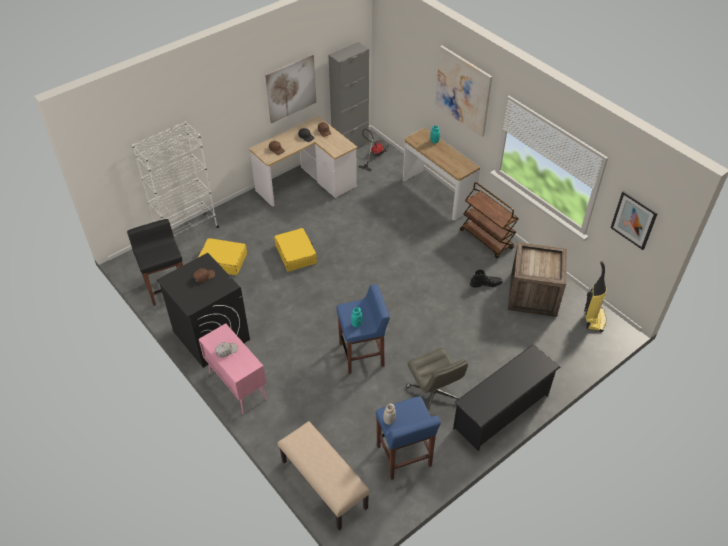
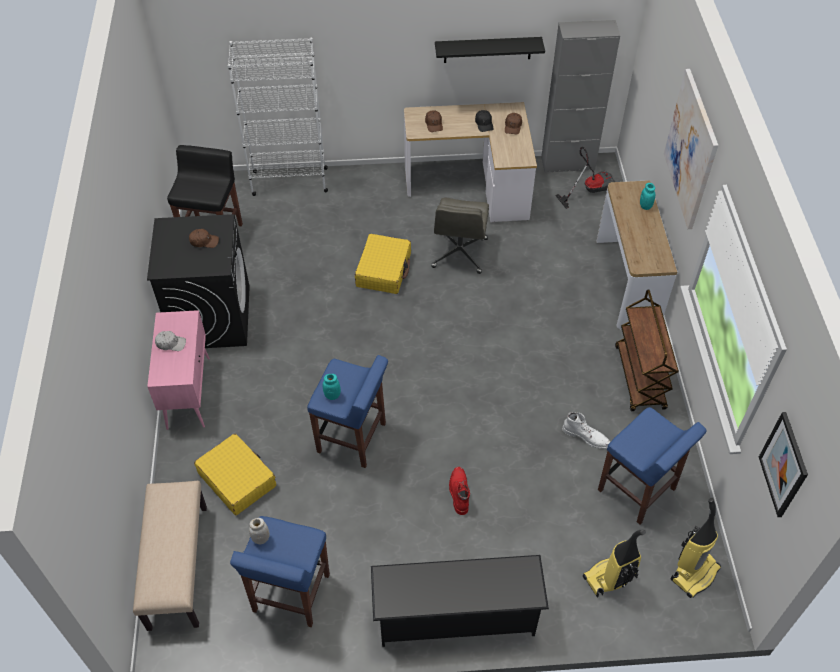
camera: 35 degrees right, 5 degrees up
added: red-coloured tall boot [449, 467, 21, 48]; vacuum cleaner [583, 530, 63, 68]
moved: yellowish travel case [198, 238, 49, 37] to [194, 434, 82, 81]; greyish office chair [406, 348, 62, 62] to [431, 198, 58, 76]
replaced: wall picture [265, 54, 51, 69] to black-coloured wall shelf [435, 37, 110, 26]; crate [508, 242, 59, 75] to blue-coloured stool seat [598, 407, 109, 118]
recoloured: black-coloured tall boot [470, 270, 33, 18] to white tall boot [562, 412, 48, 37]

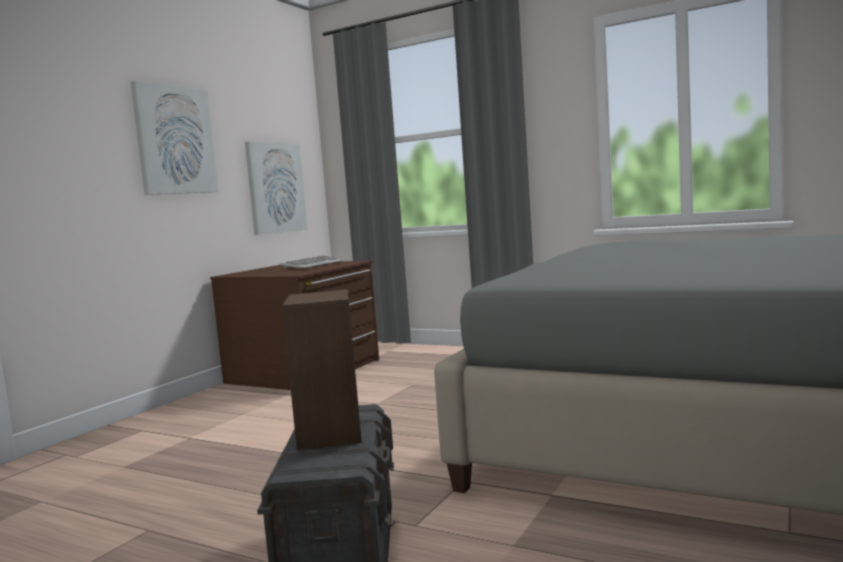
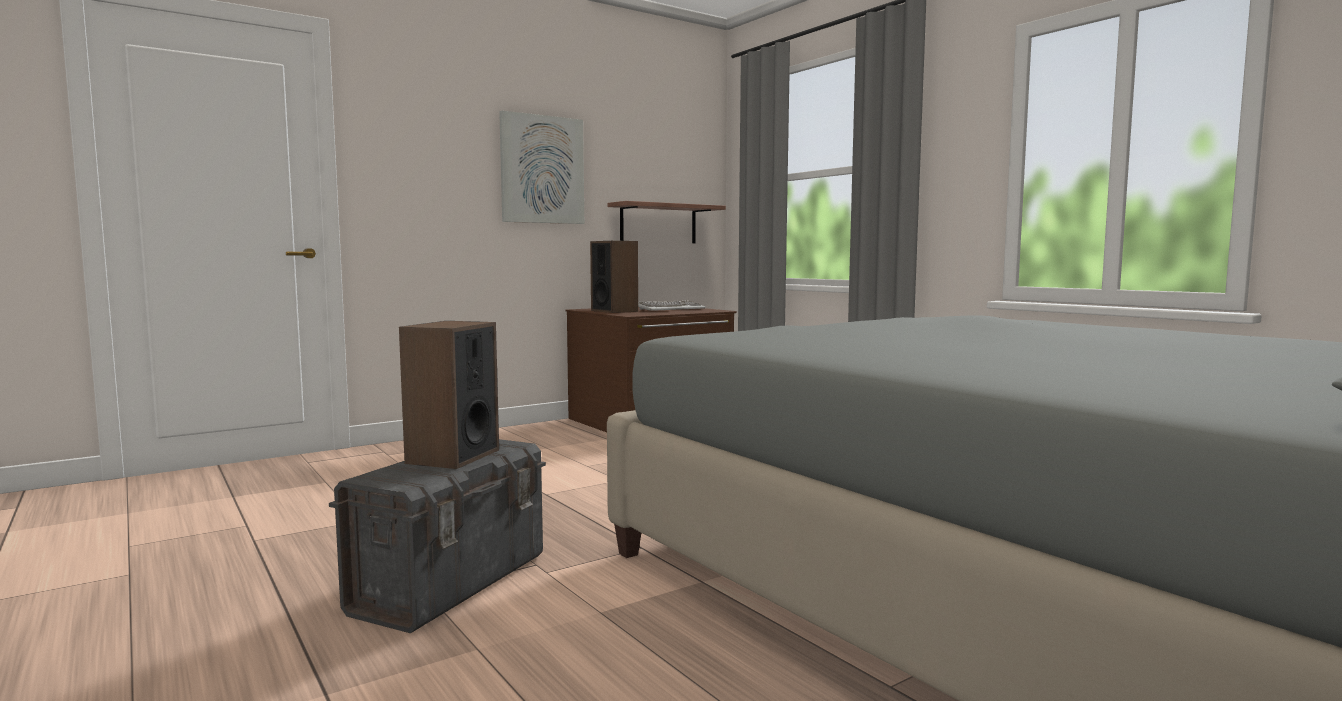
camera: 25 degrees right, 0 degrees up
added: speaker [590, 241, 48, 72]
replaced: wall picture [245, 141, 63, 94] to wall shelf [607, 201, 119, 42]

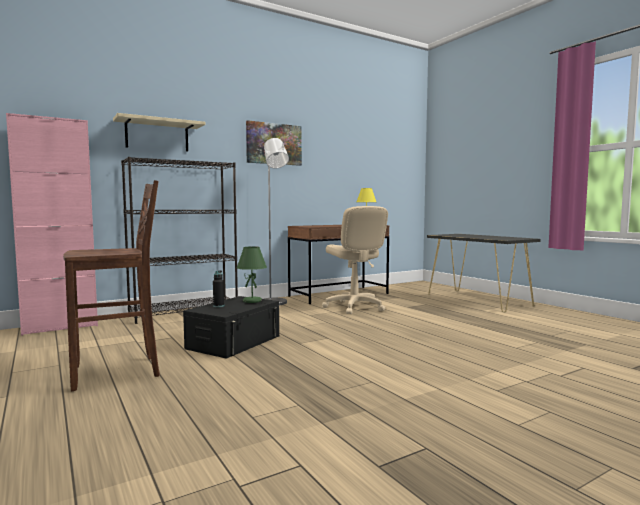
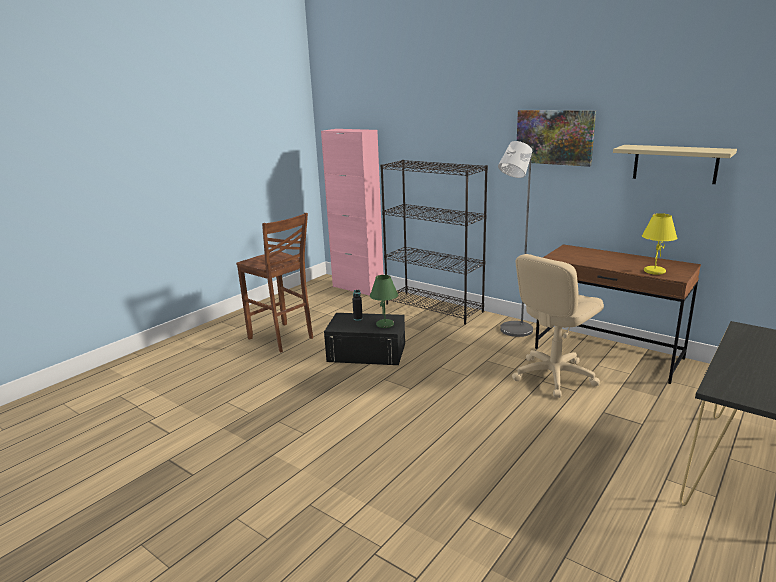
camera: 70 degrees right, 15 degrees up
moved: sand-coloured wall shelf [113, 113, 92, 38] to [613, 145, 124, 39]

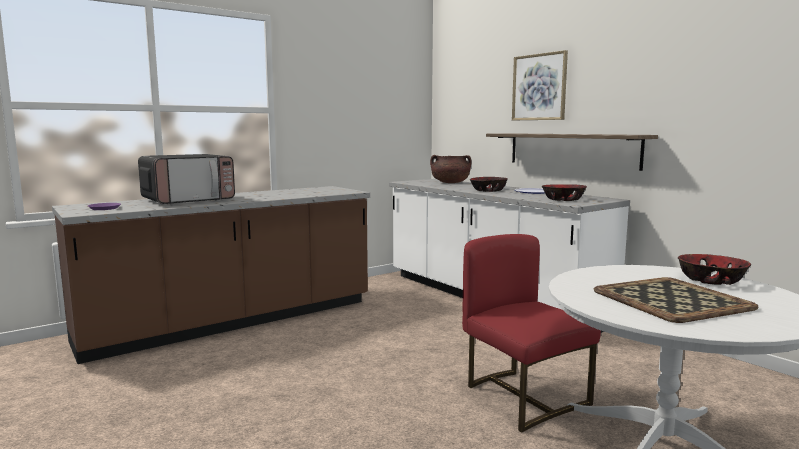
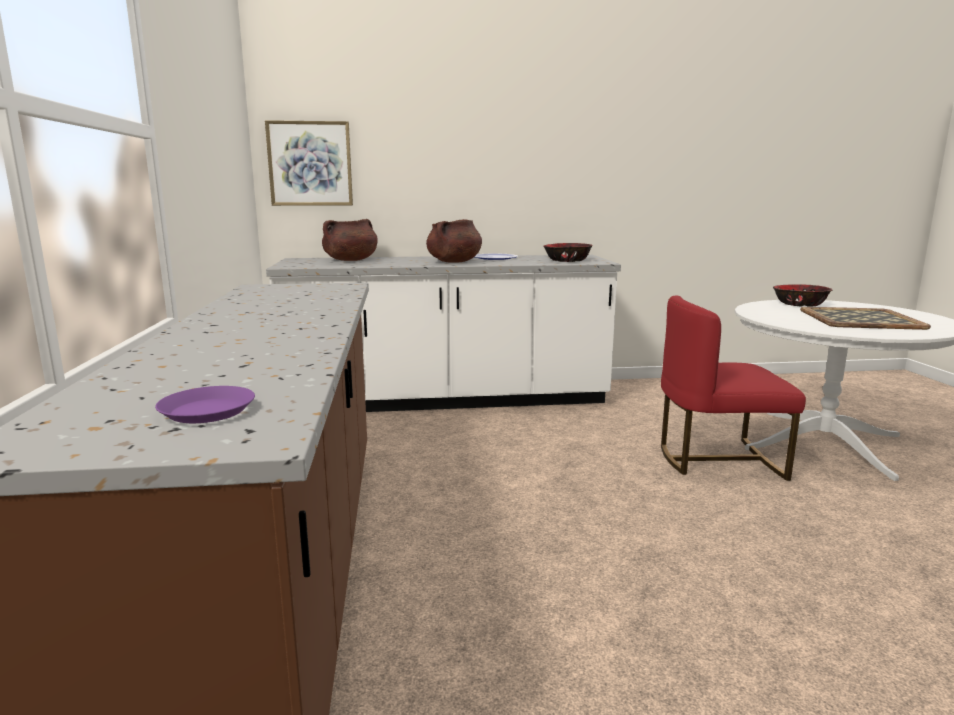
camera: 60 degrees left, 5 degrees up
removed: microwave [138, 154, 97, 50]; wall shelf [486, 133, 172, 38]
moved: wall picture [512, 50, 56, 70] to [265, 120, 88, 86]
replaced: serving bowl [470, 177, 38, 15] to brownish stockpot [426, 219, 56, 44]

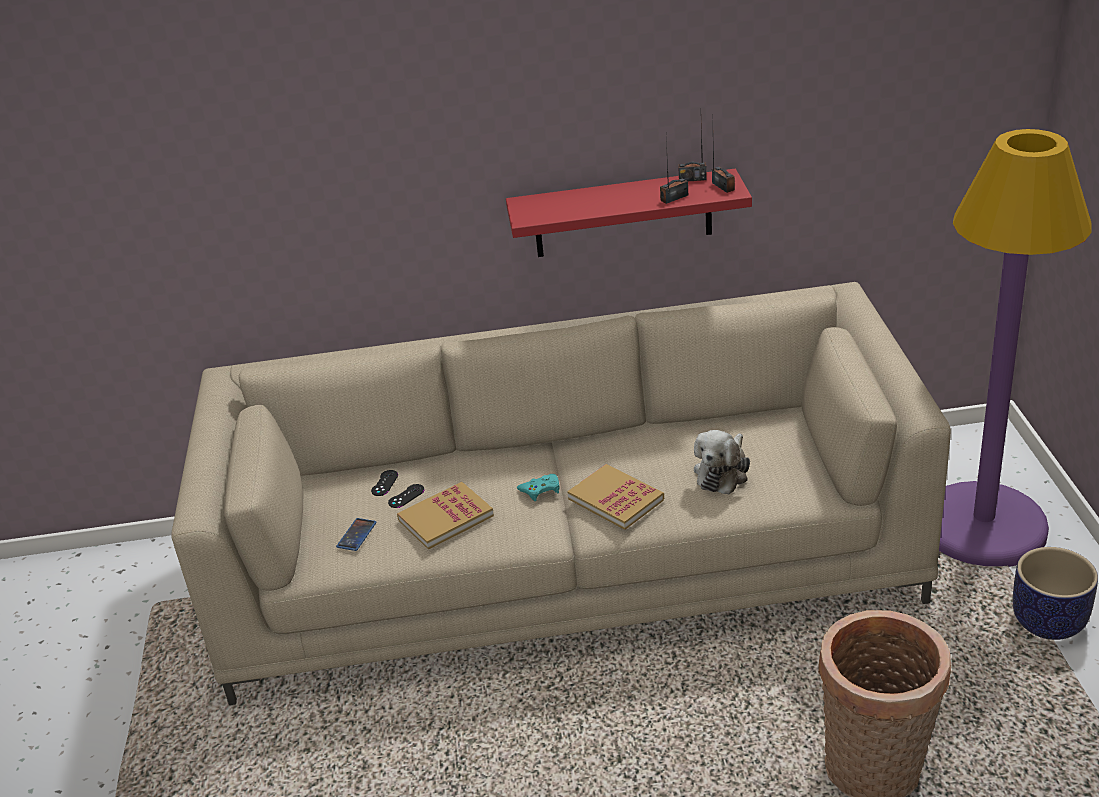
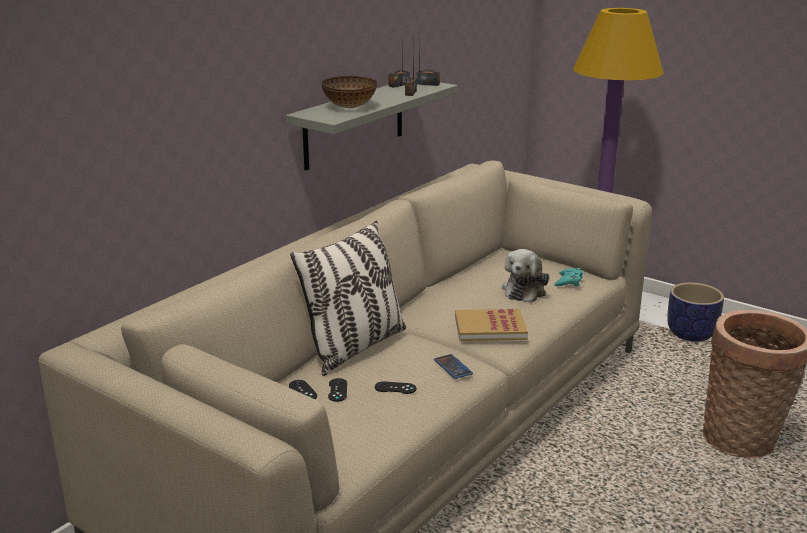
camera: 50 degrees left, 10 degrees down
added: pillow [290, 221, 116, 155]; serving bowl [321, 76, 56, 32]
moved: phone [336, 518, 41, 33] to [434, 354, 39, 25]; blue-green joypad [517, 474, 42, 27] to [554, 268, 29, 19]
replaced: bound book [397, 482, 97, 68] to black-coloured joypad [375, 381, 41, 13]
recoloured: red-coloured wall shelf [506, 169, 246, 88] to greyish wall shelf [286, 82, 171, 88]
turned: cuddly toy [694, 430, 56, 65] = [502, 249, 47, 54] 45 degrees clockwise

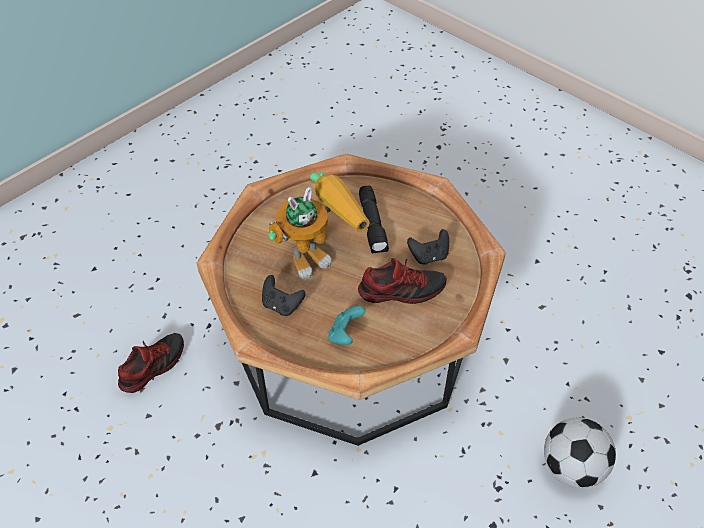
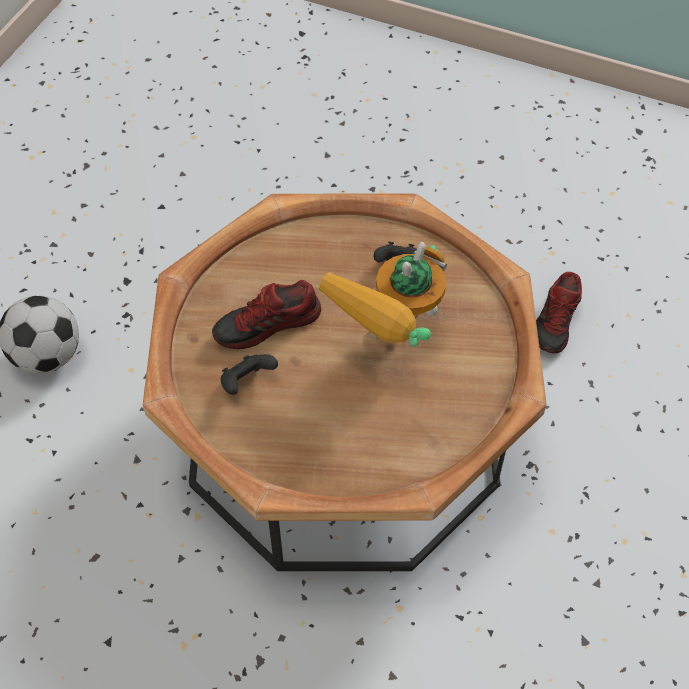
camera: 160 degrees right, 5 degrees up
removed: blue-green joypad [328, 306, 37, 39]; black-coloured torch [359, 186, 30, 68]

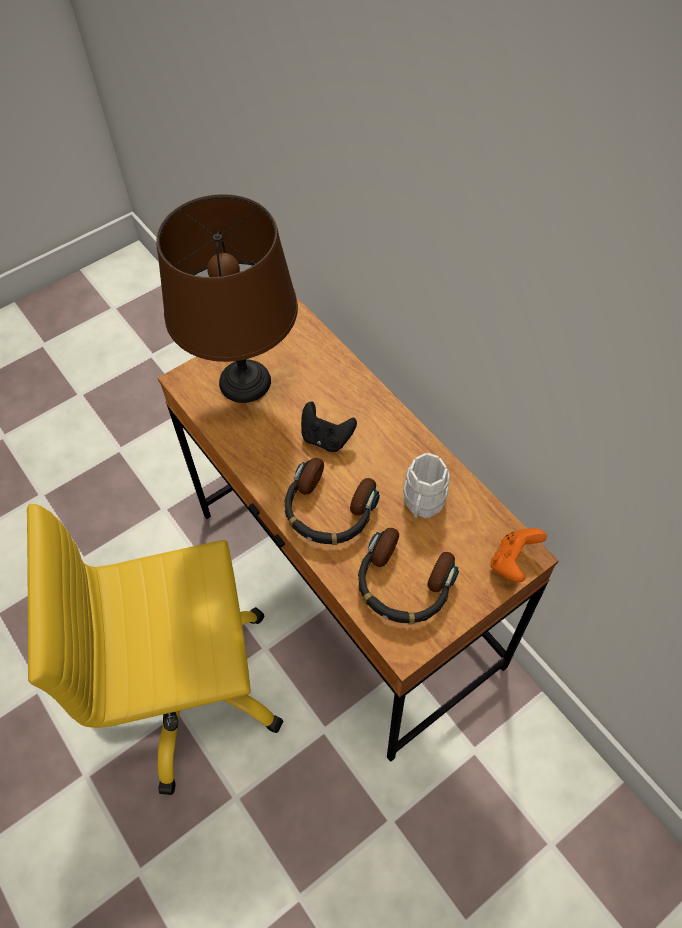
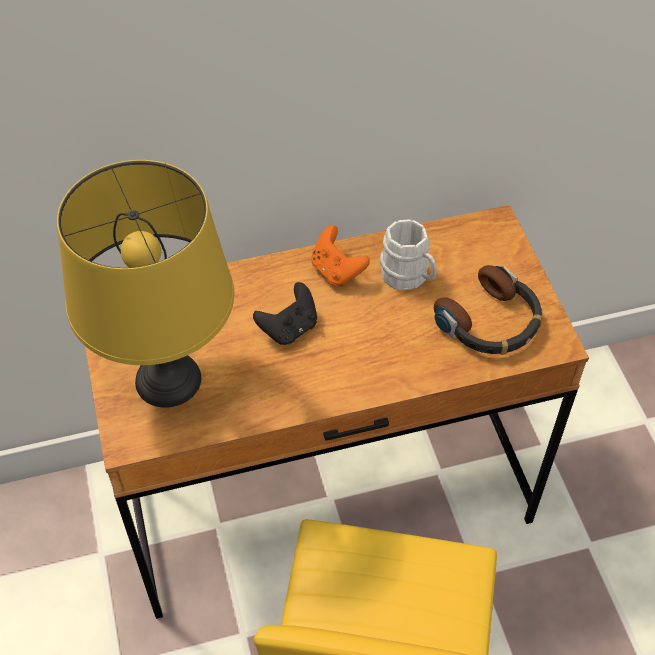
camera: 70 degrees left, 5 degrees down
removed: pair of headphones [284, 458, 96, 87]
moved: orange-coloured joypad [490, 528, 57, 54] to [311, 225, 59, 62]
recoloured: brownish table lamp [156, 194, 142, 209] to yellowish table lamp [57, 160, 177, 248]

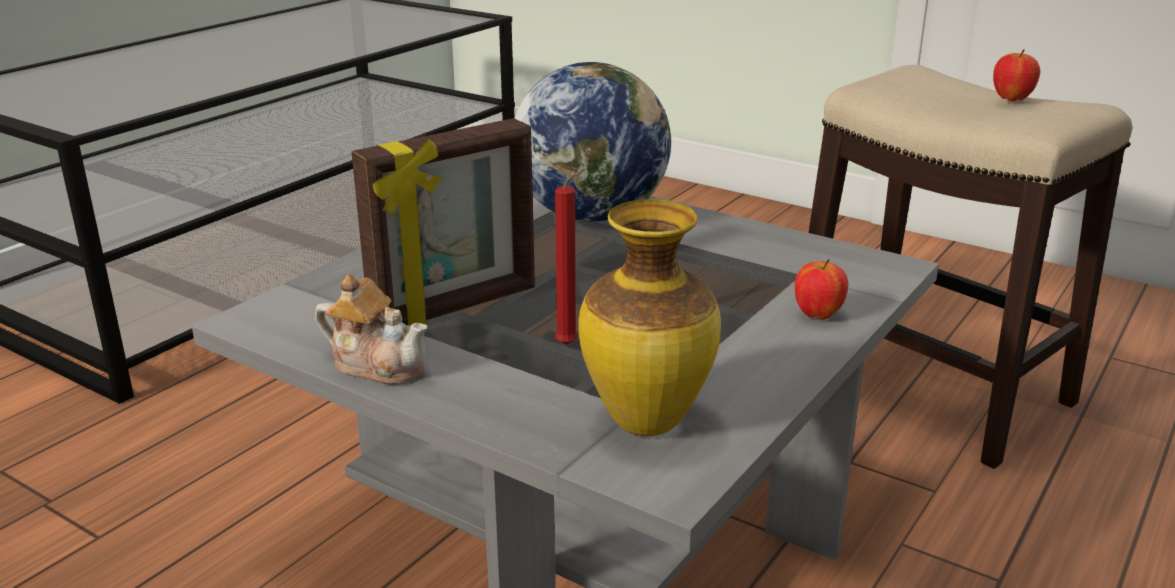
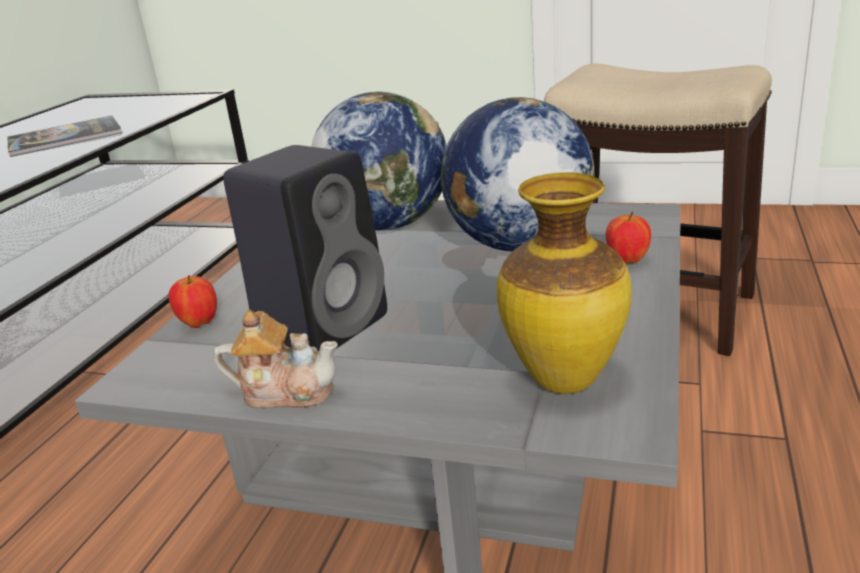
camera: 15 degrees left, 0 degrees up
removed: red-coloured candle [555, 169, 30, 176]
added: bound book [8, 115, 114, 42]; desk globe [441, 97, 154, 154]
moved: apple [993, 49, 47, 53] to [168, 275, 49, 53]
replaced: standing frame [351, 118, 184, 208] to black-coloured speaker [223, 145, 164, 206]

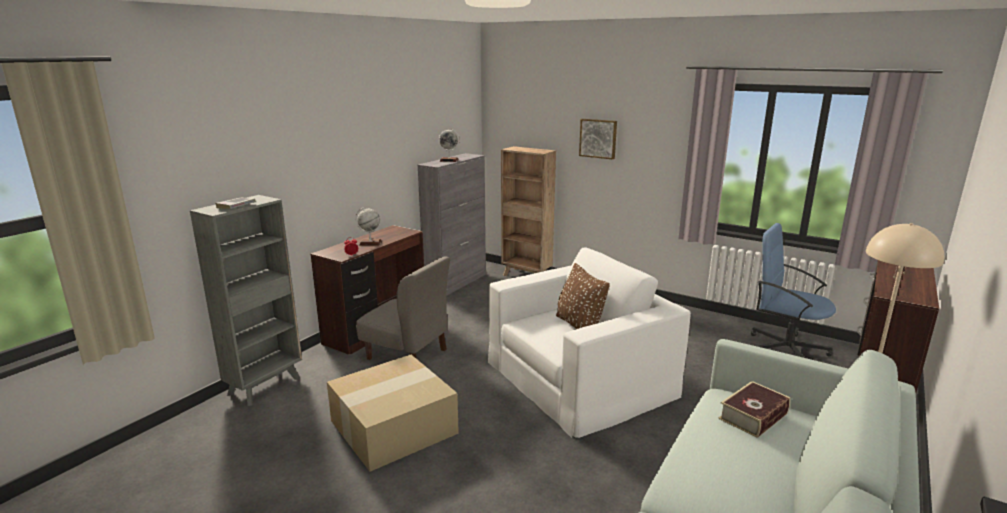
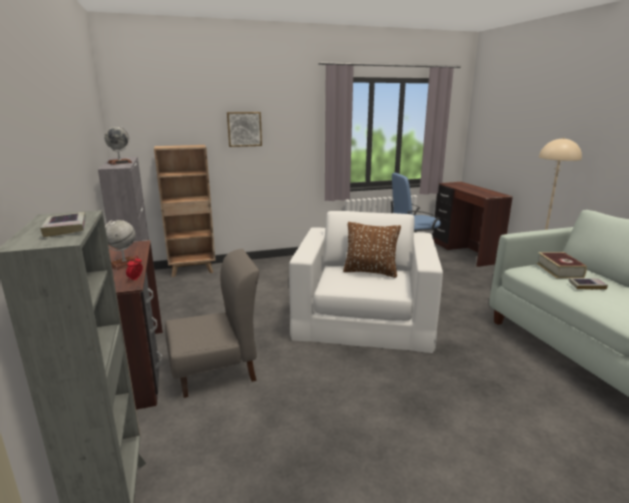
camera: 50 degrees left, 0 degrees up
removed: carton [327, 355, 132, 117]
added: bound book [568, 278, 40, 12]

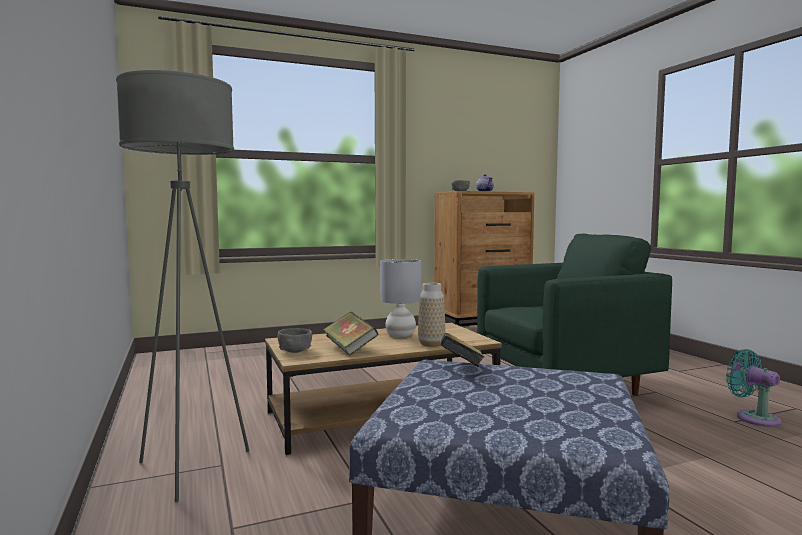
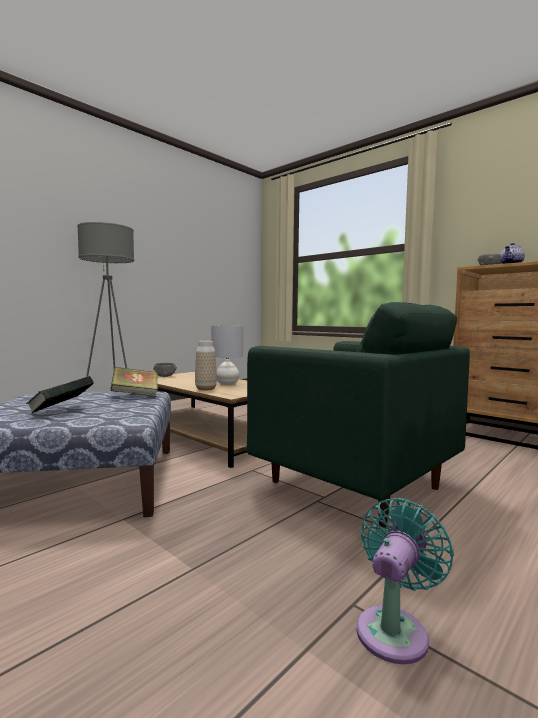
camera: 65 degrees right, 0 degrees up
moved: bound book [323, 312, 55, 44] to [26, 376, 68, 38]

